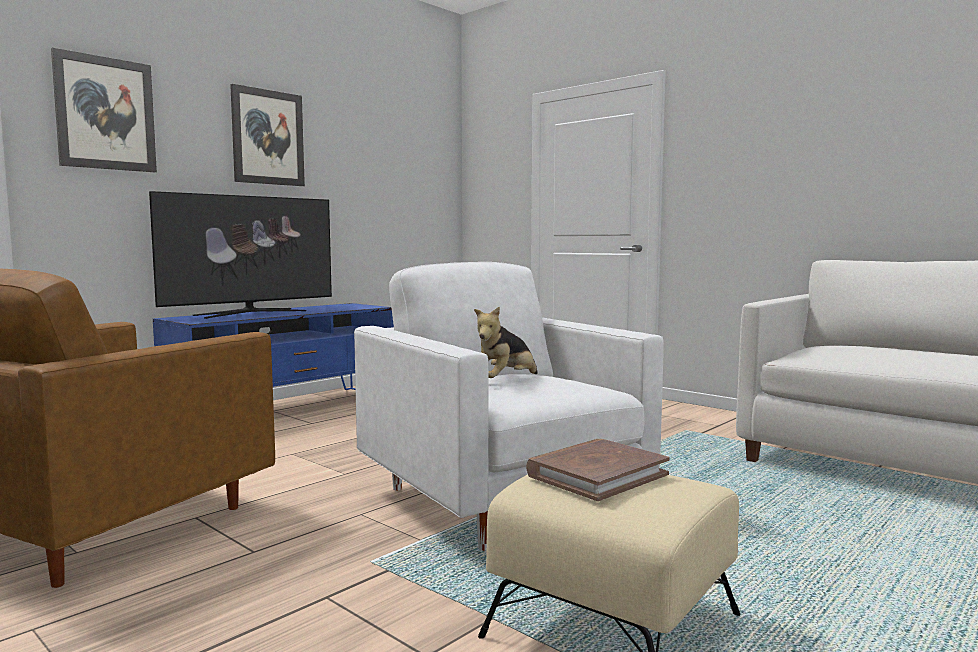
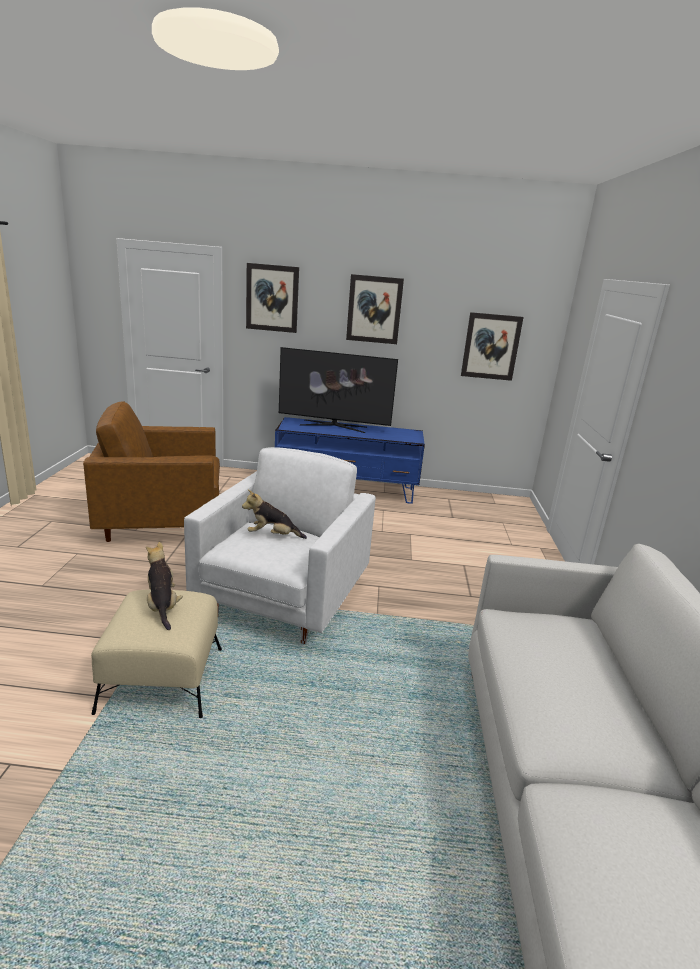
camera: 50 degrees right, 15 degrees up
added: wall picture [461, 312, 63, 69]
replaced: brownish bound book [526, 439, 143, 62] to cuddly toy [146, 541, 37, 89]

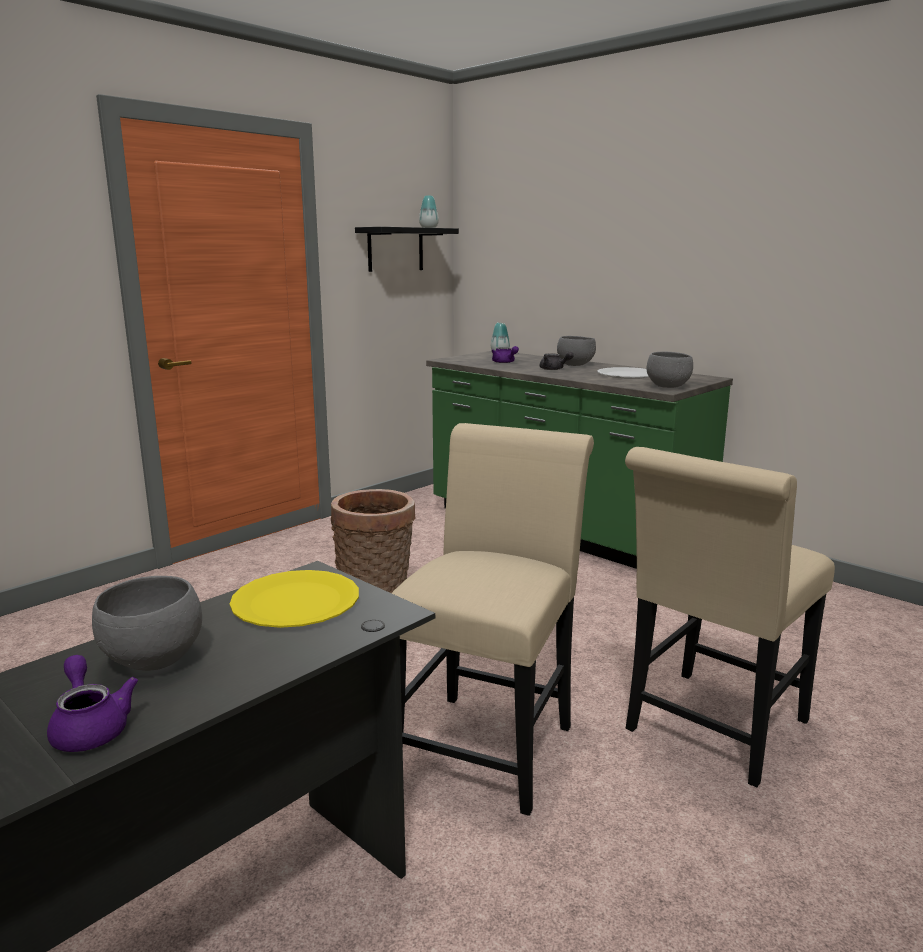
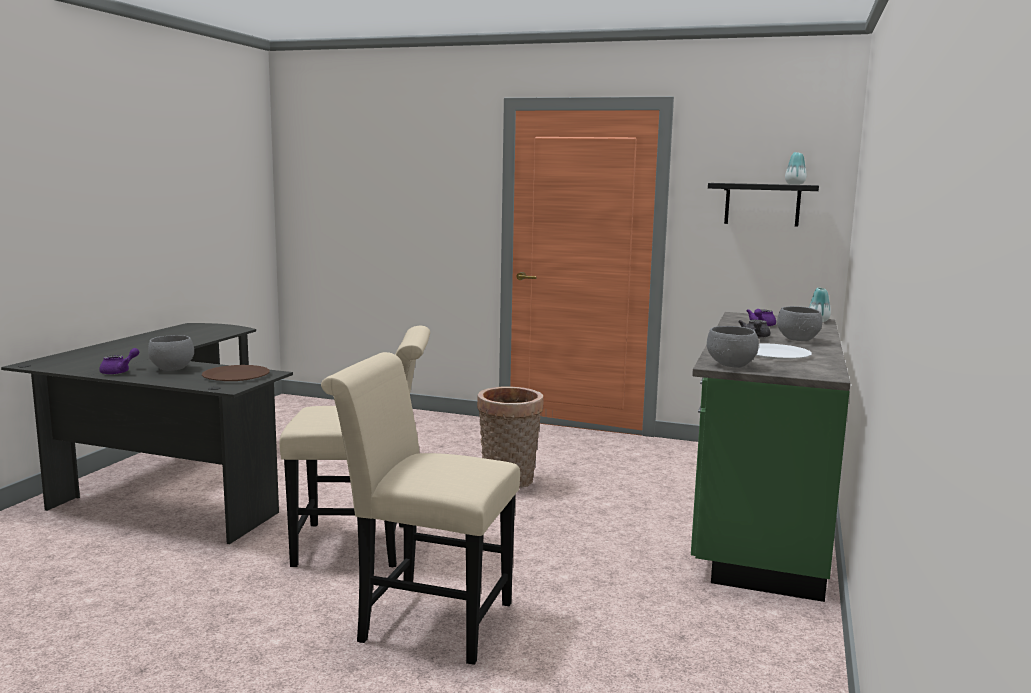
camera: 65 degrees right, 5 degrees down
recoloured: yellowish flat dish [230, 570, 129, 58] to brownish flat dish [202, 365, 68, 16]

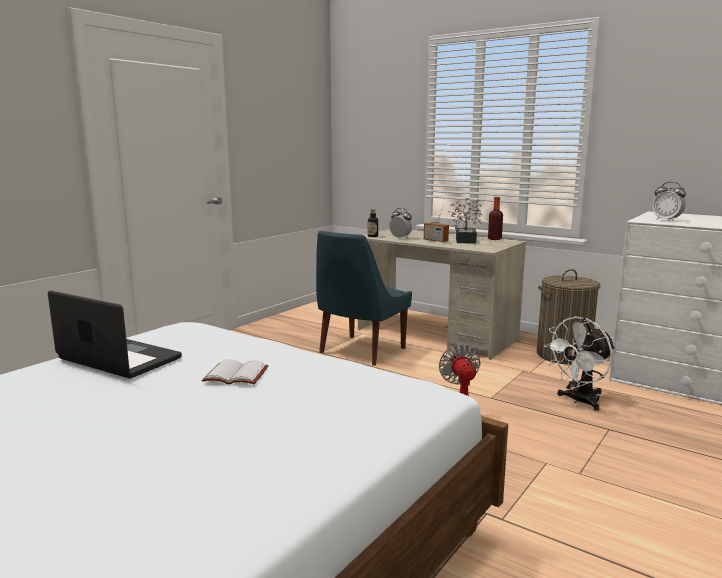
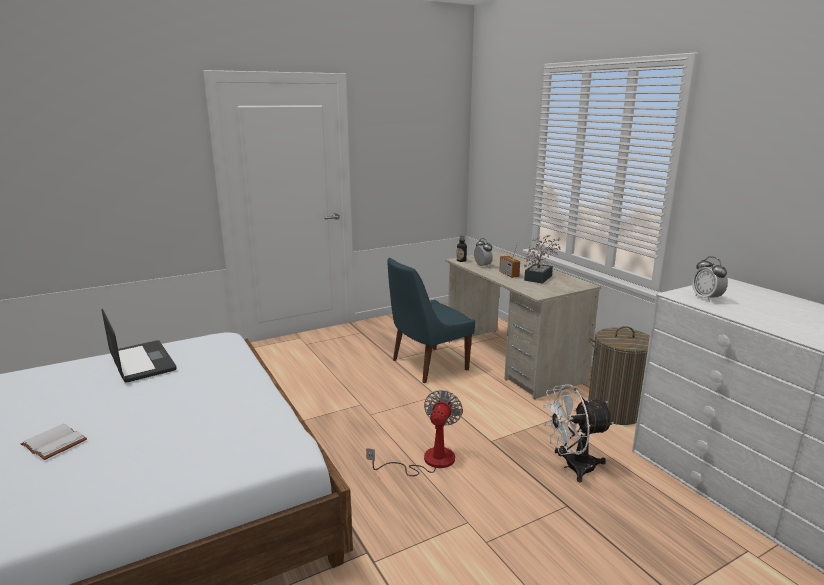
camera: 25 degrees right, 5 degrees up
removed: bottle [488, 197, 15, 43]
moved: white bound book [202, 359, 67, 25] to [21, 424, 66, 36]

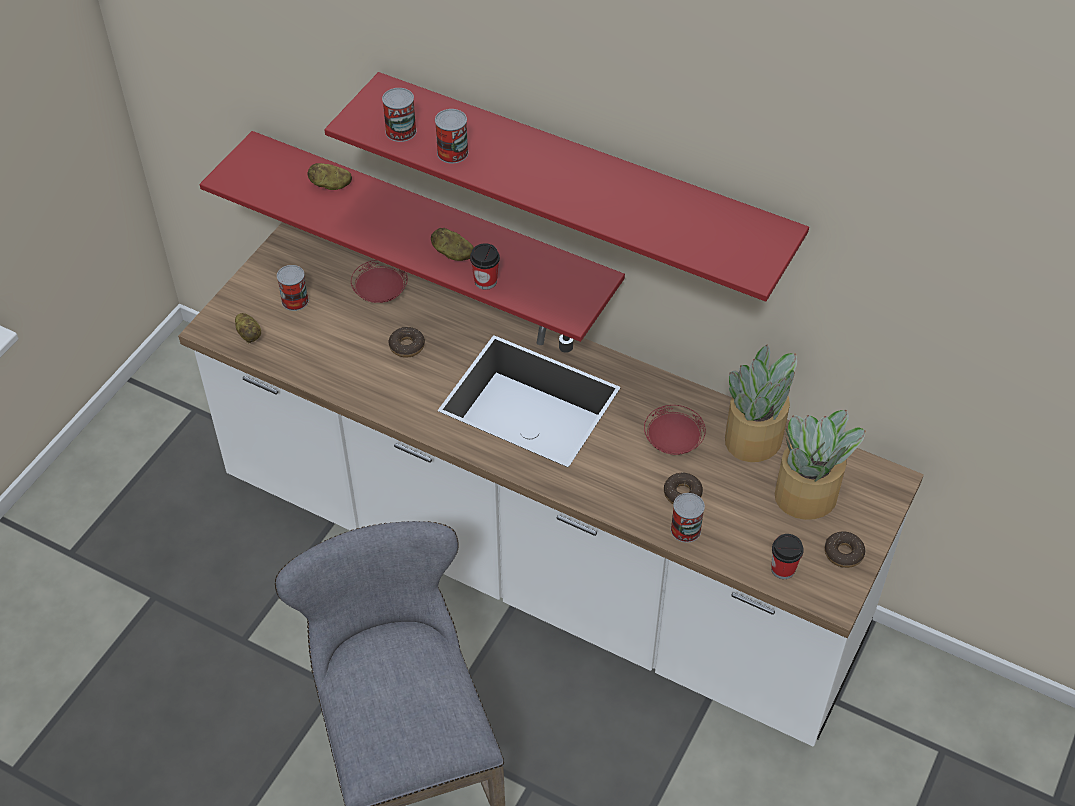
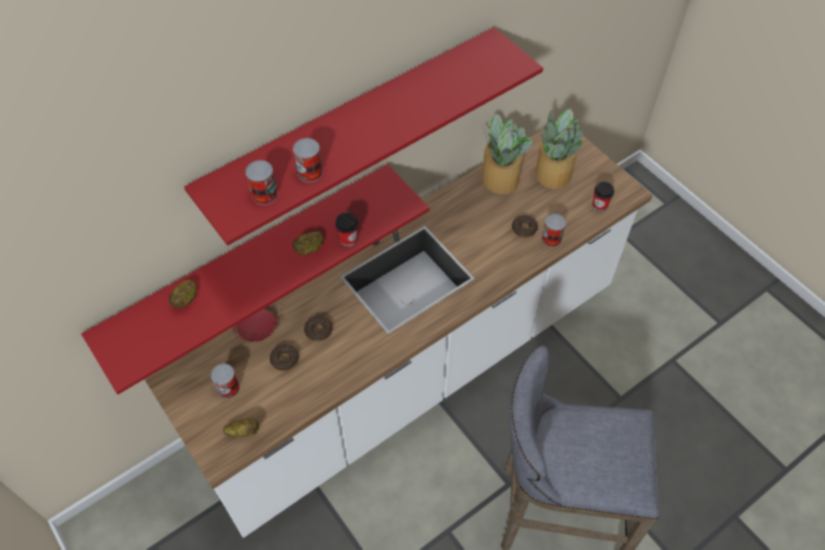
camera: 65 degrees left, 5 degrees up
removed: red-coloured flat dish [644, 405, 62, 50]
moved: doughnut [825, 531, 40, 37] to [270, 344, 29, 27]

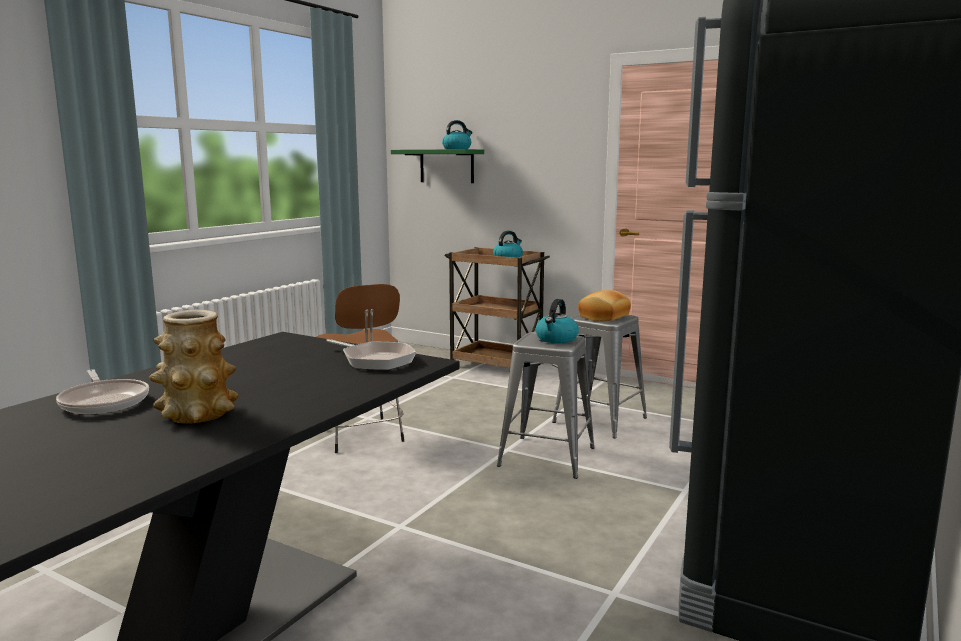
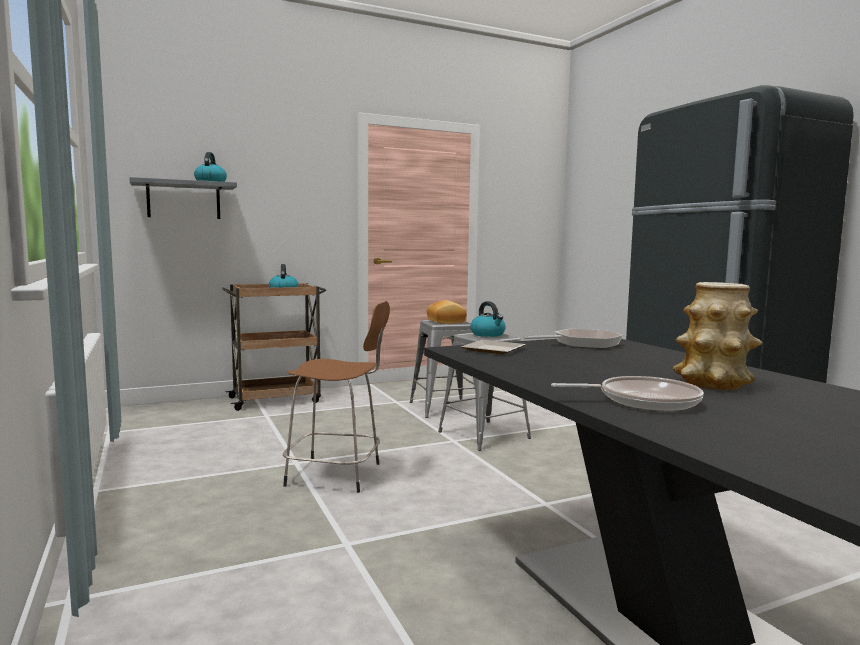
camera: 55 degrees left, 5 degrees down
added: flat dish [462, 340, 63, 15]
recoloured: green-coloured wall shelf [391, 149, 93, 34] to greyish wall shelf [129, 177, 108, 42]

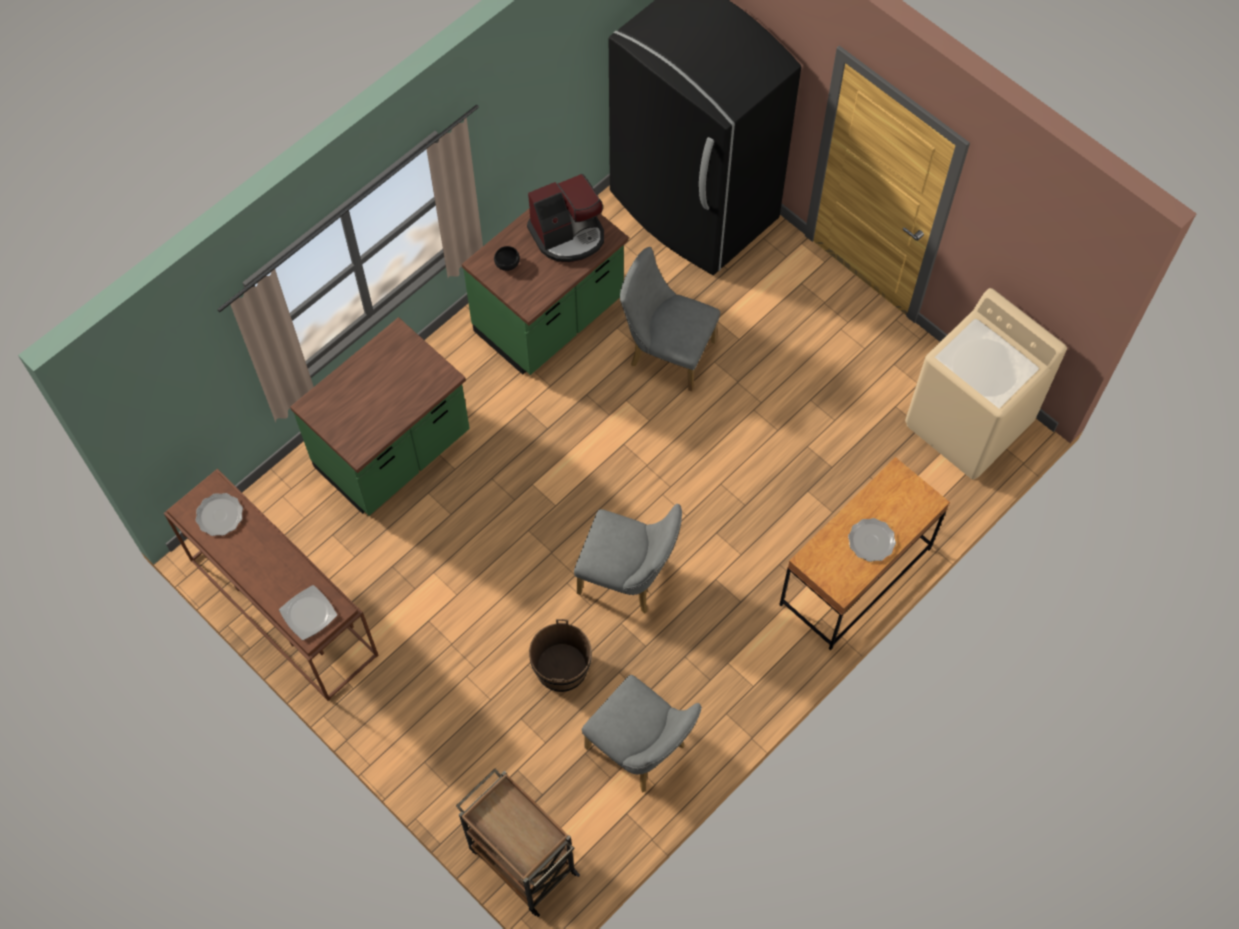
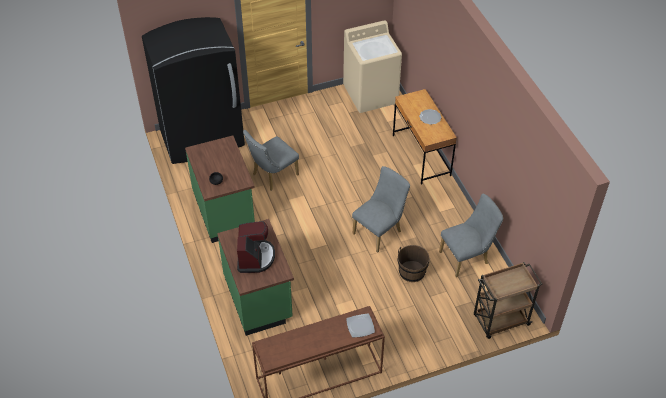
camera: 65 degrees left, 15 degrees down
removed: flat dish [196, 493, 47, 43]
moved: coffee brewer [527, 174, 77, 88] to [237, 221, 38, 52]

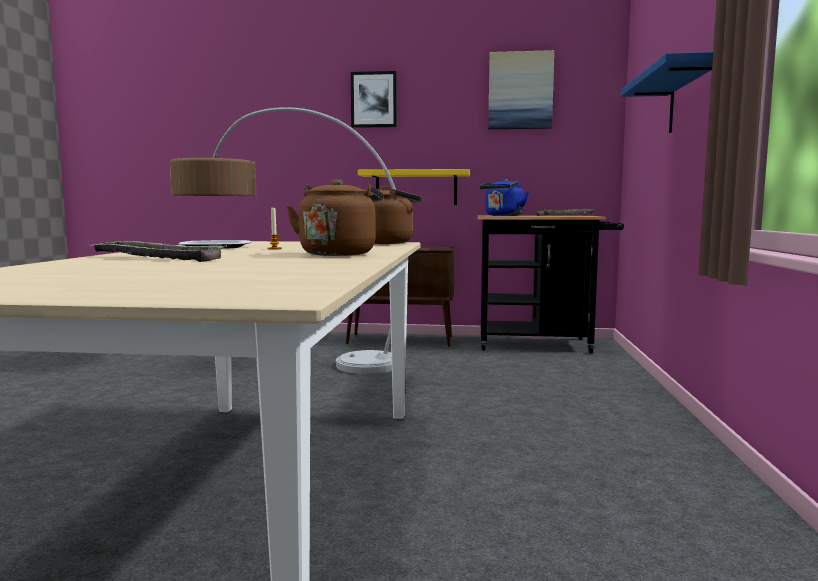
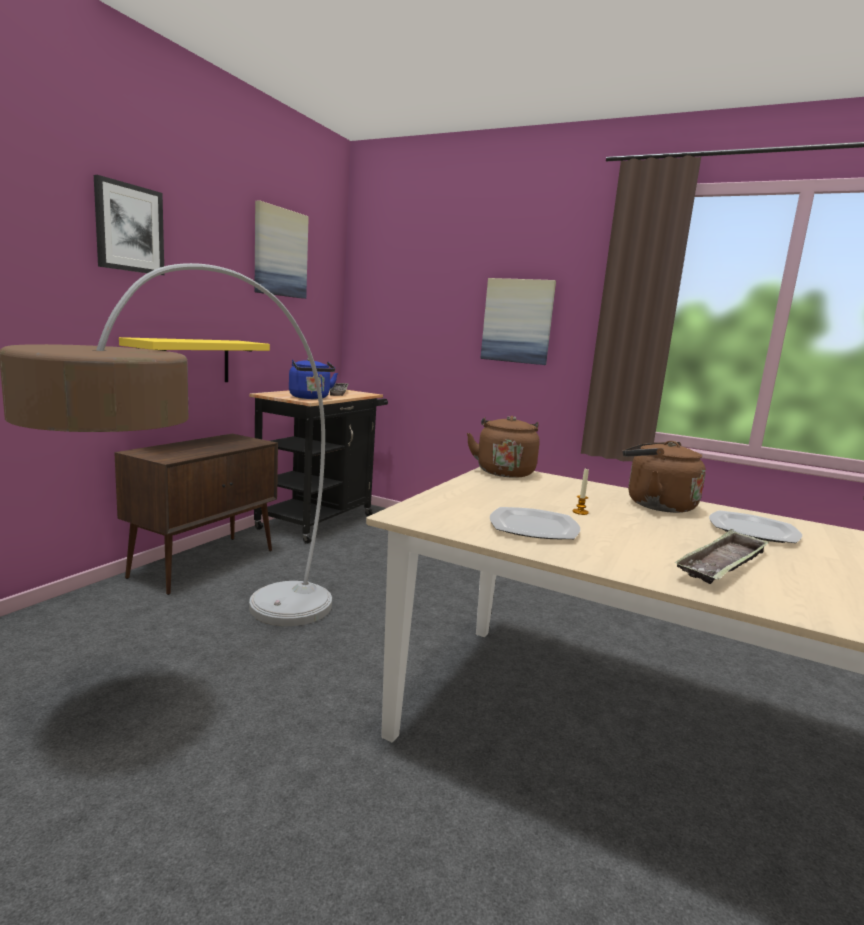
camera: 70 degrees left, 5 degrees up
added: flat dish [709, 510, 93, 33]
replaced: blue-coloured wall shelf [621, 52, 92, 81] to wall picture [480, 278, 76, 87]

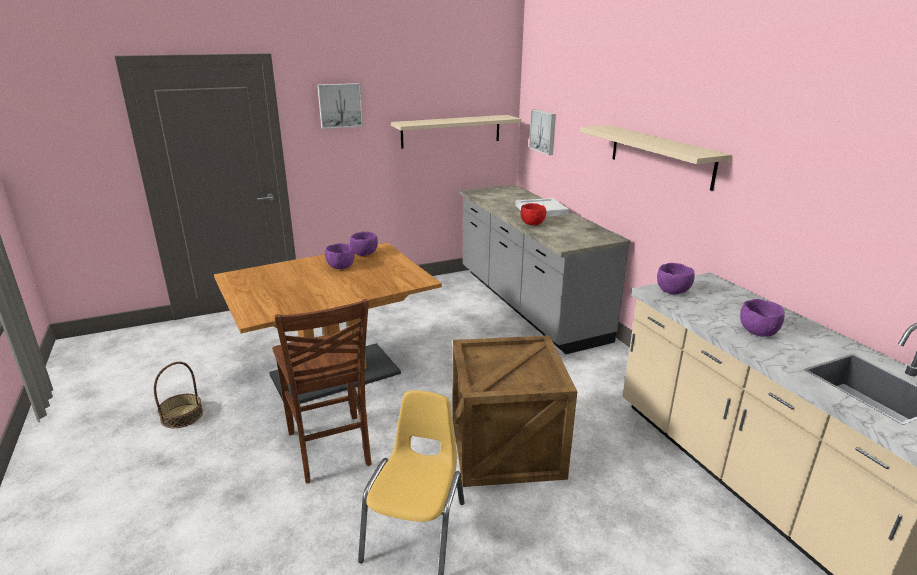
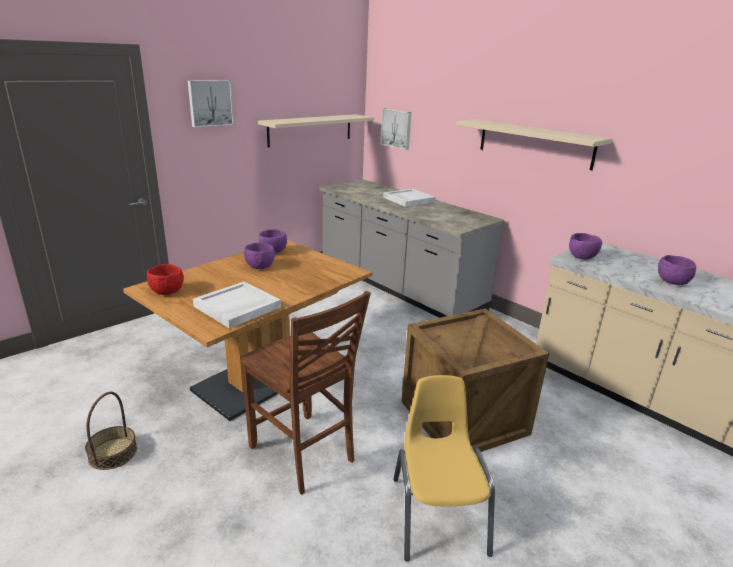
camera: 20 degrees left, 0 degrees up
added: white carrying tray [193, 281, 88, 47]
moved: red-coloured serving bowl [521, 203, 25, 22] to [147, 264, 37, 31]

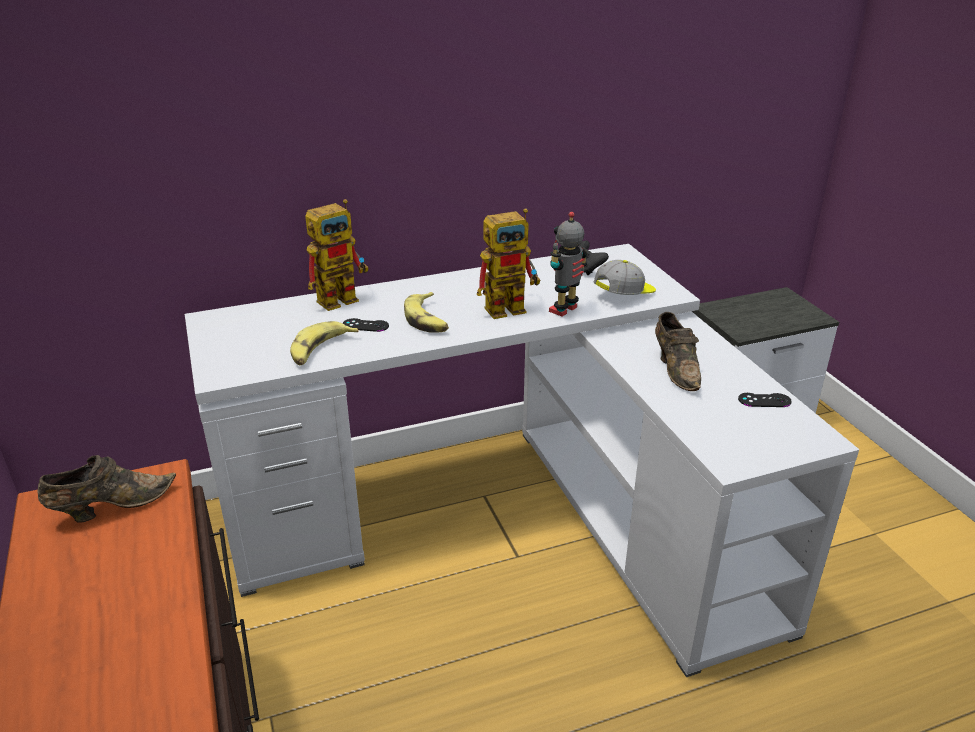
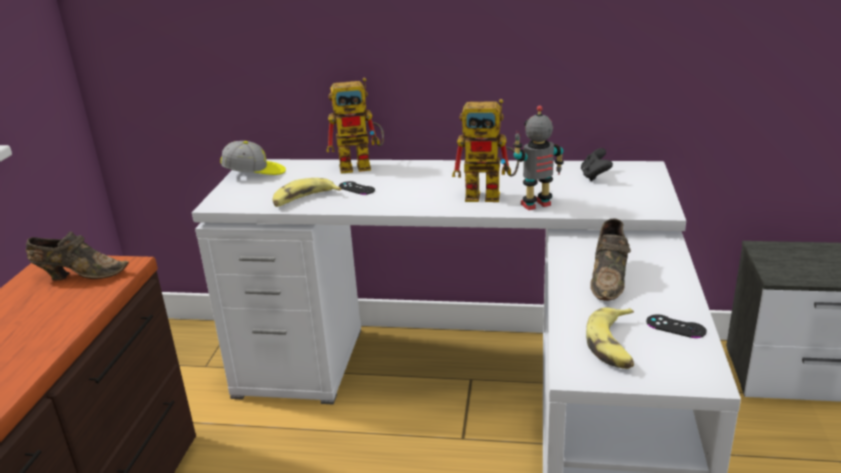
camera: 30 degrees right, 5 degrees down
moved: whole banana [404, 292, 45, 41] to [586, 307, 48, 62]; peaked cap [594, 260, 62, 35] to [220, 141, 66, 34]

